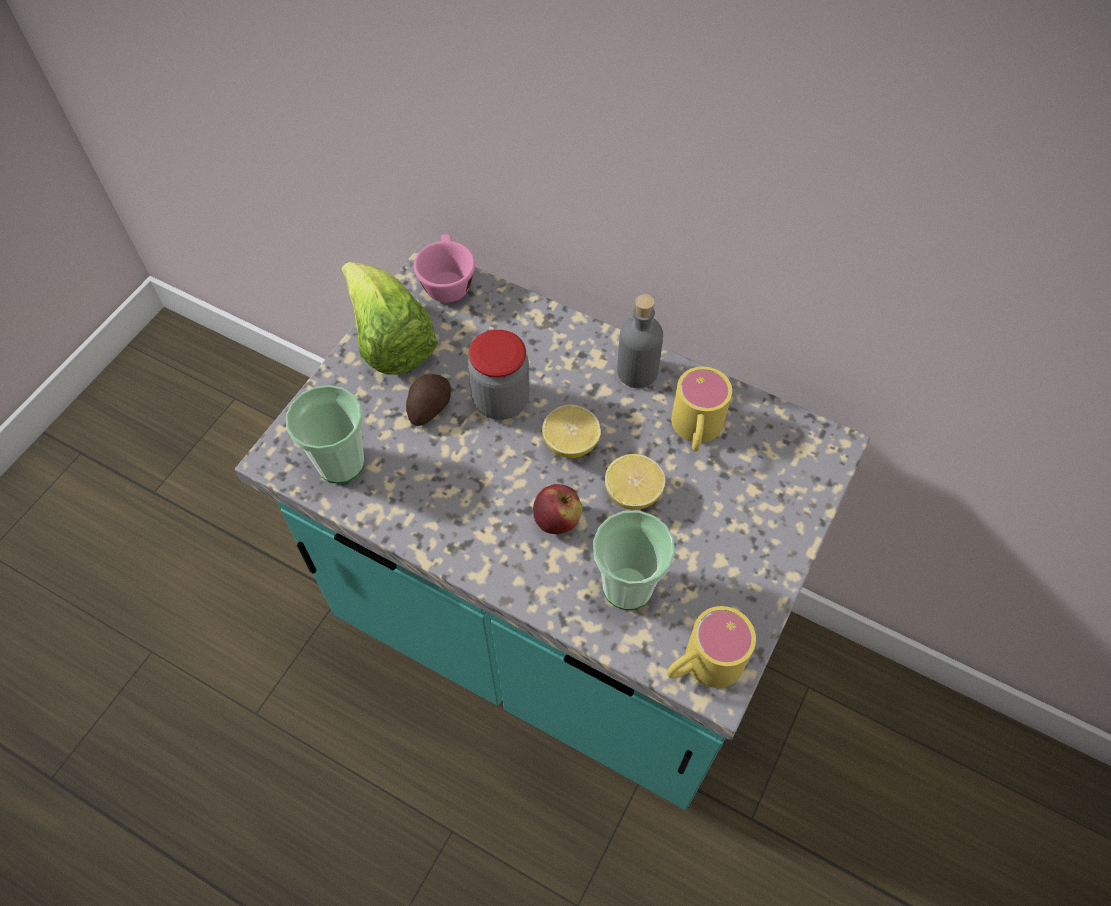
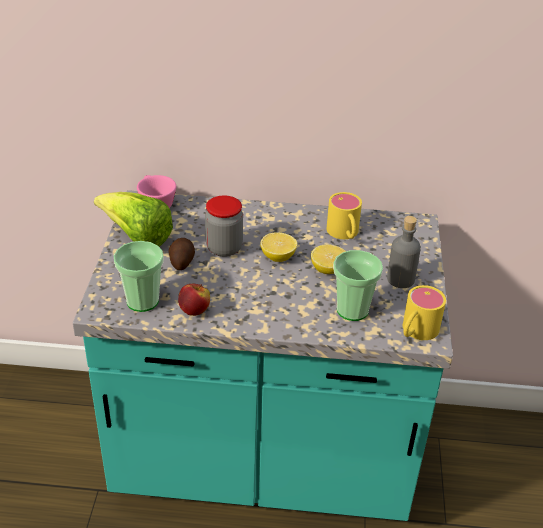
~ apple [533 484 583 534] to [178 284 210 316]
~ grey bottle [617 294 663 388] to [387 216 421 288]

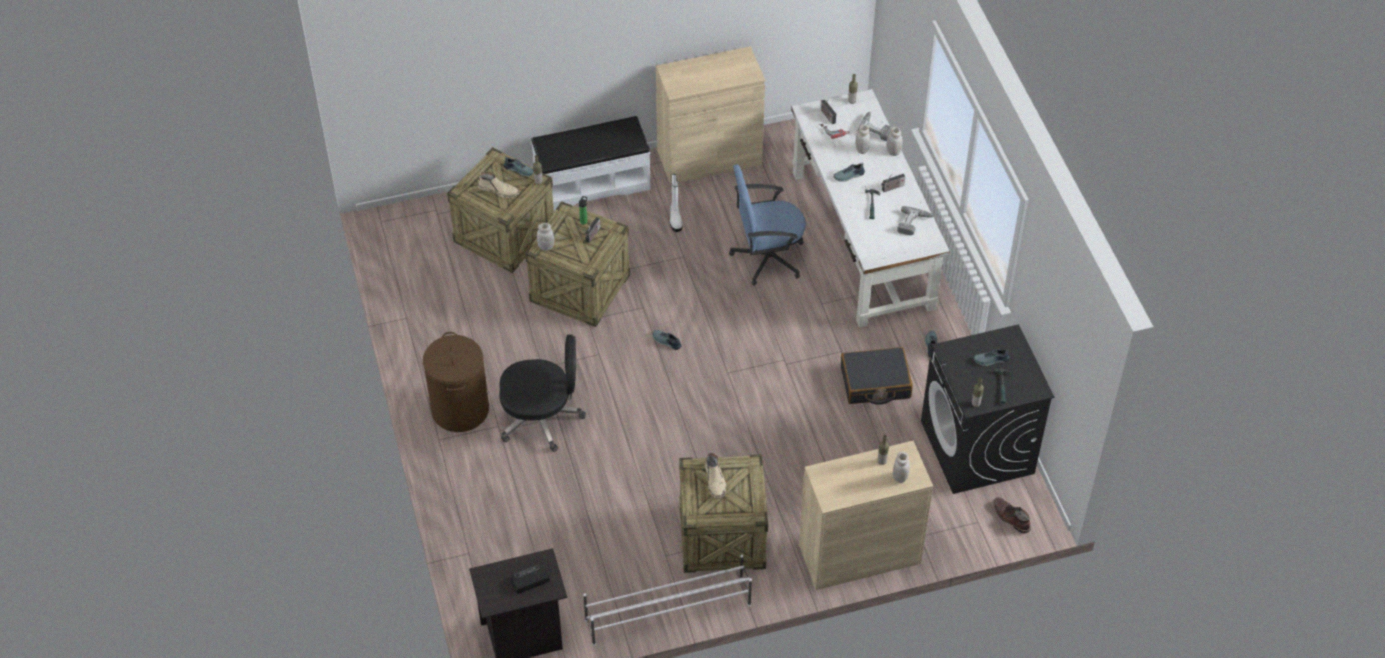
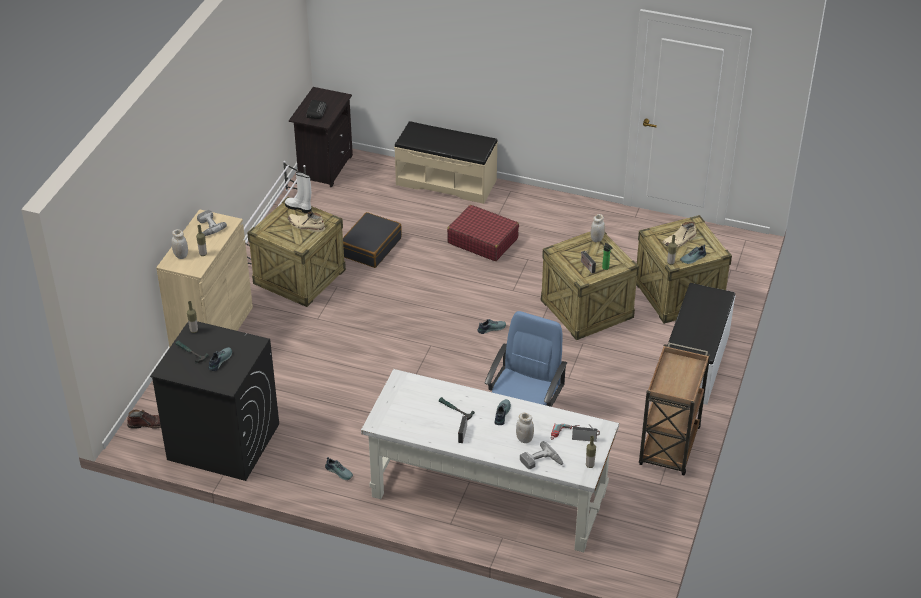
- brown laundry basket [423 332 489 432]
~ black office chair [499 334 586 452] to red suitcase [447 205 519 261]
~ beige cabinet [656 46 765 184] to brown cart [639 343 710 476]
~ white boot [670 174 683 232] to [285 172 312 213]
~ black suitcase [841 347 913 405] to [343 212 402 268]
- white jar [887 127 903 156]
~ power drill [897 206 933 235] to [197 210 227 236]
+ beige bench [394 121 498 204]

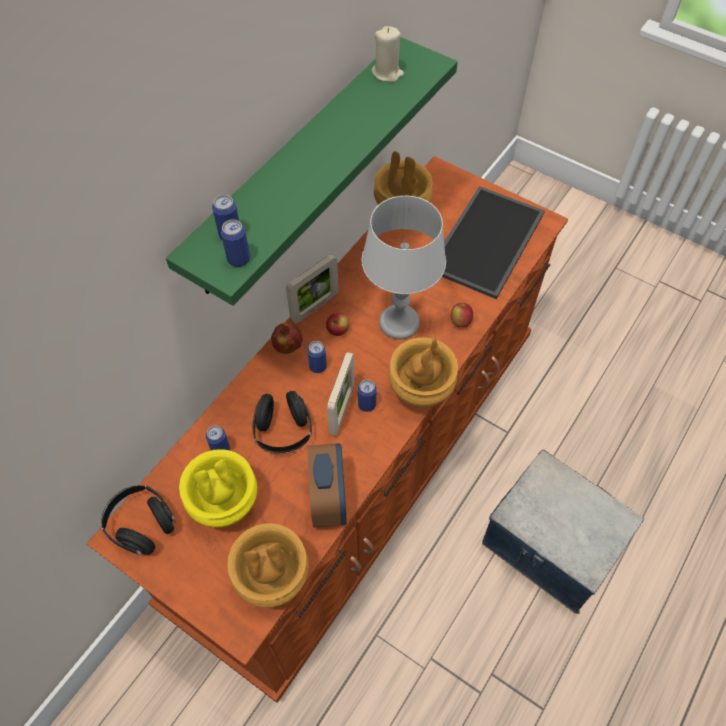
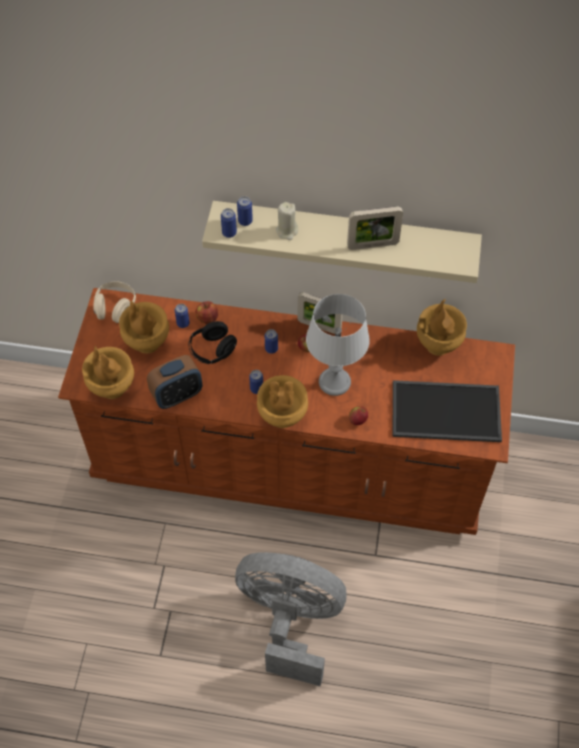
~ black headphones [101 485 176 555] to beige headphones [93 281 136 323]
~ green shelf [166 37 458 306] to beige shelf [202 201 482 283]
~ yellow vase [179 449 257 527] to brown vase [119 301 169 354]
~ apple [271 323 303 354] to [195 301 218 324]
~ picture frame [327 352 354 436] to [347 206 403 250]
~ beige candle [371 26 404 82] to [276 202 298 240]
~ storage box [482 450 644 614] to grey fan [235 552 347 686]

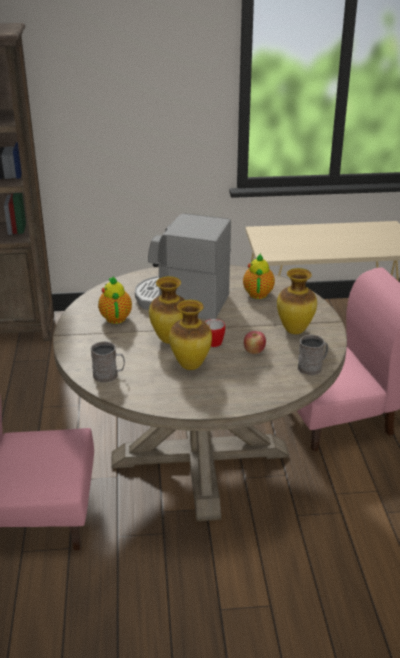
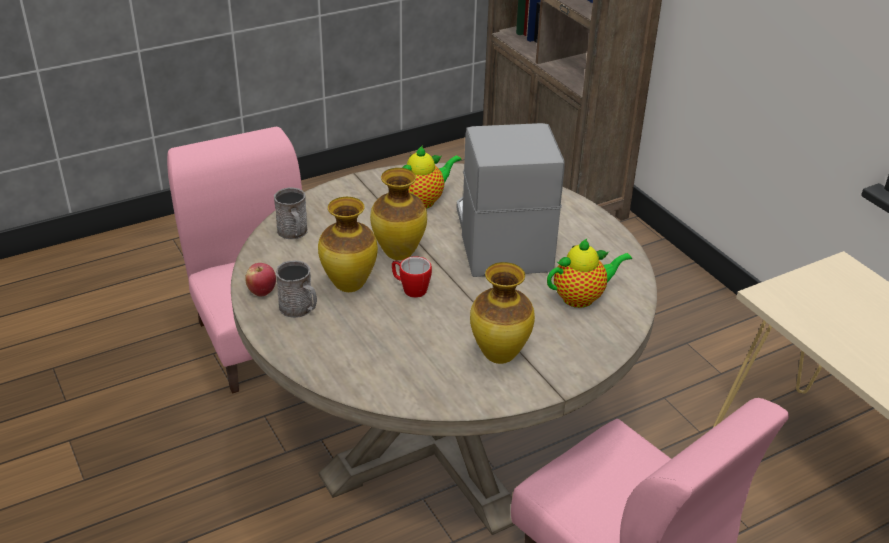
~ apple [244 331 266 354] to [245 263 276 296]
~ grey mug [298 335 328 375] to [276 260 317 318]

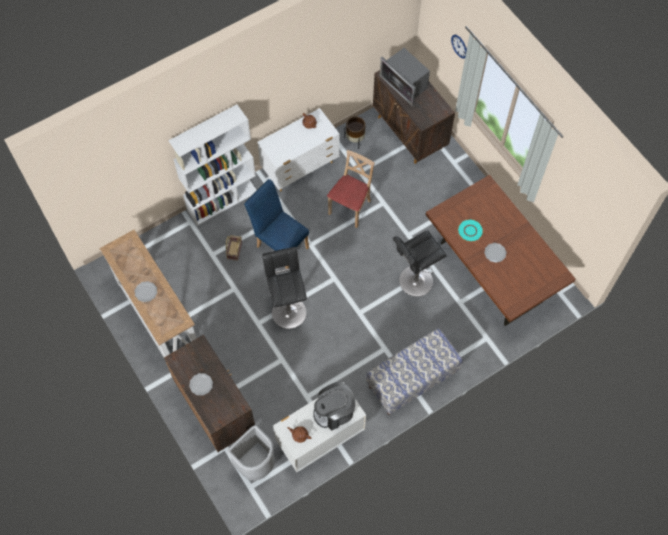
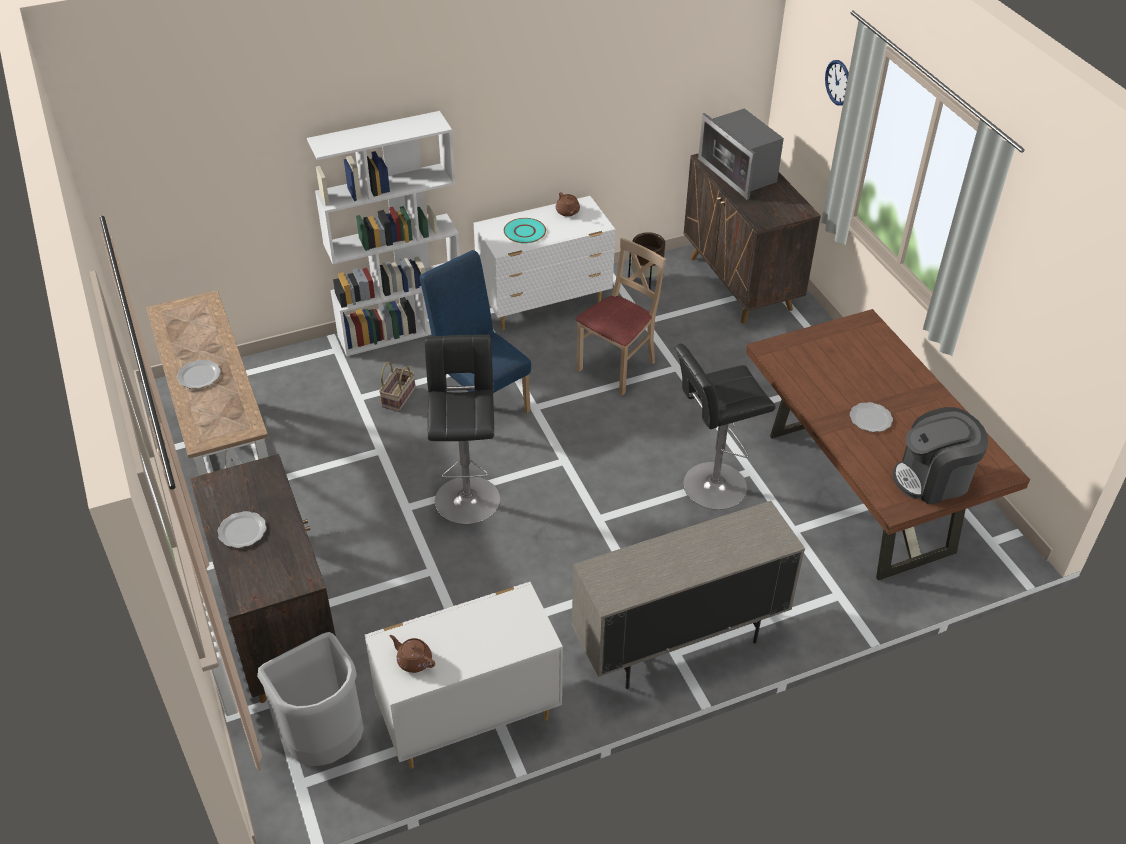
~ coffee machine [313 382 355 430] to [893 407 988 505]
~ bench [366 328 463 415] to beige cabinet [572 501 805 689]
~ turquoise plate [458 219 483 242] to [504 218 546 244]

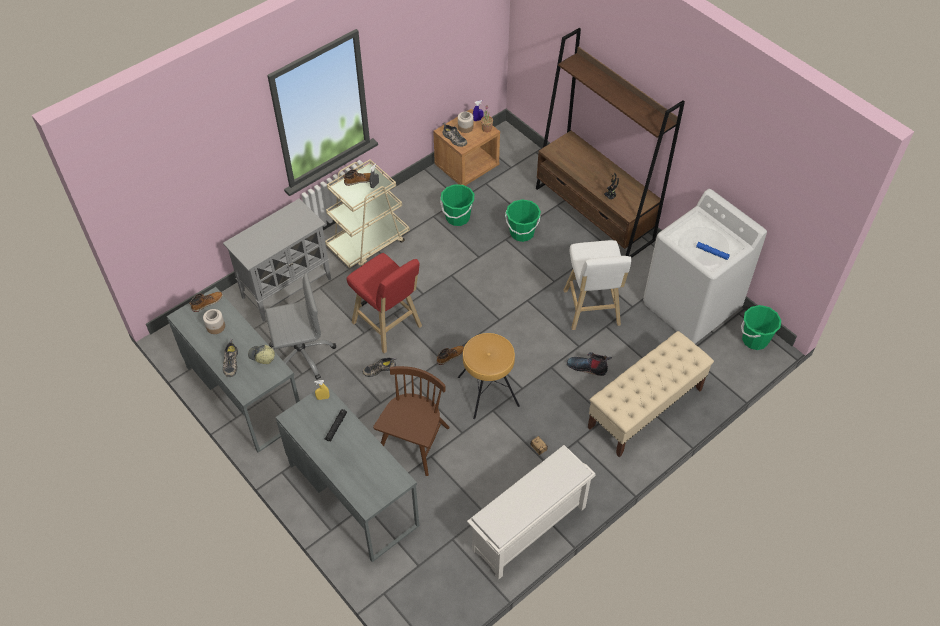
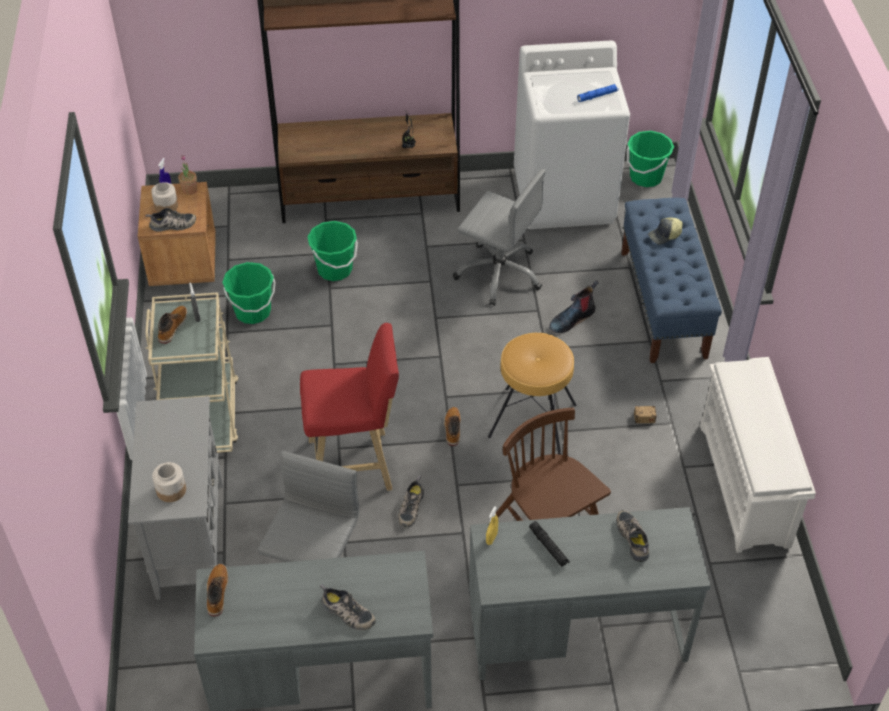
~ jar [203 309 225 334] to [152 462 186 502]
~ cap [248 345 275 364] to [648 217 683 245]
~ white stool [564 240 631 330] to grey office chair [453 169 546 306]
~ beige bench [588 331 714 457] to blue bench [621 198 722 363]
+ shoe [616 510 649 562]

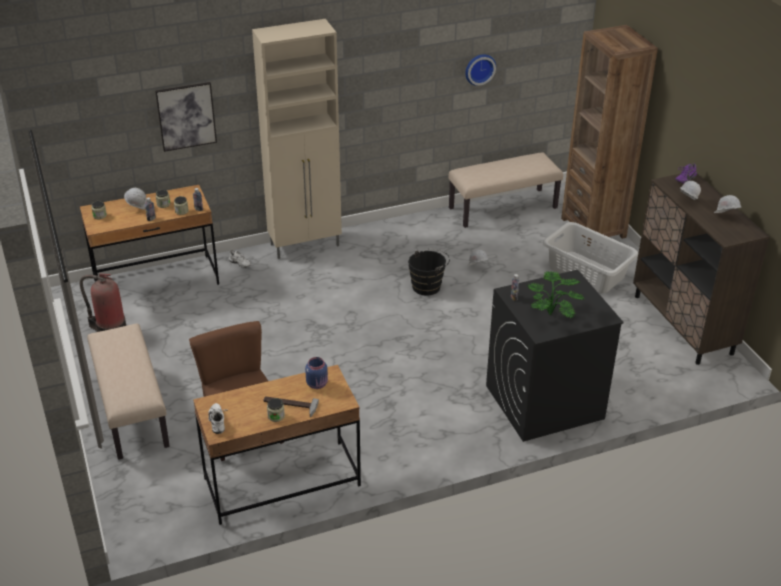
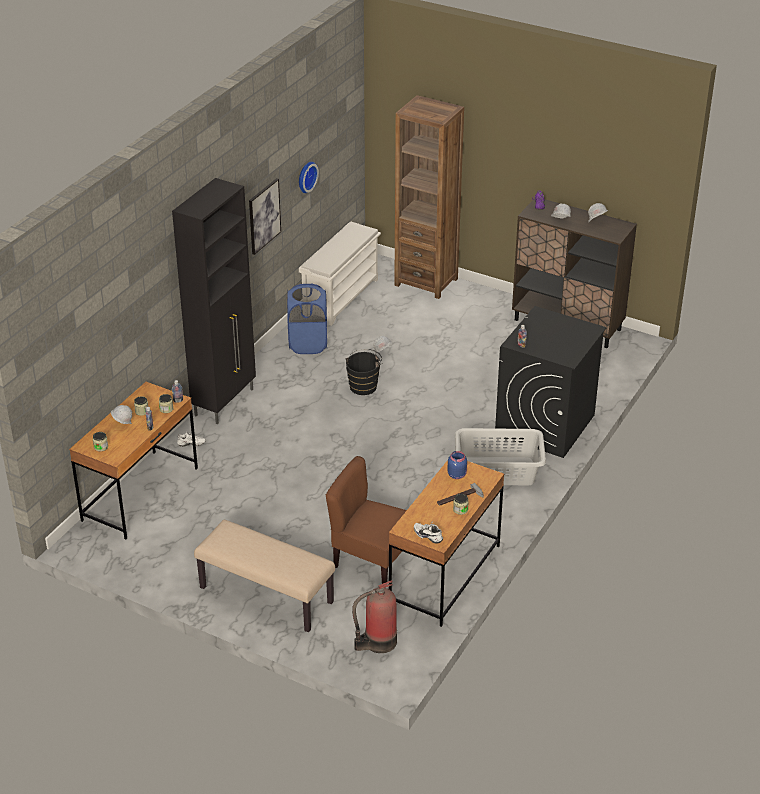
~ fire extinguisher [80 273 126 332] to [352 580 397 653]
~ picture [155 82 217 152] to [249 178 281 255]
~ beige cabinet [252 19 342 259] to black cabinet [172 178 256 424]
~ beige bench [448 152 563 228] to white shoe rack [299 221 381 326]
- potted plant [527 271 584 318]
~ grey laundry basket [543 222 638 293] to [455 428 546 485]
+ blue laundry basket [287 283 327 354]

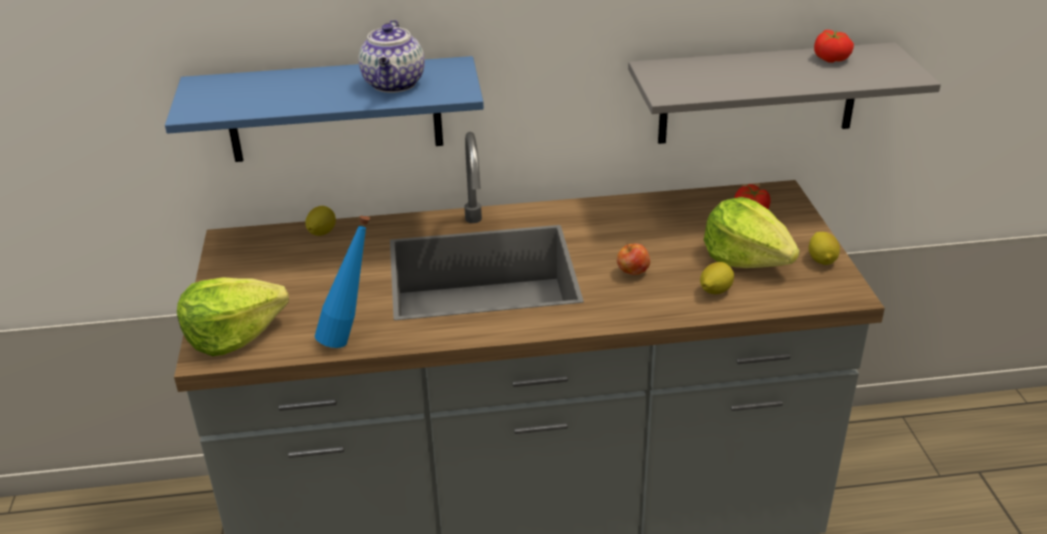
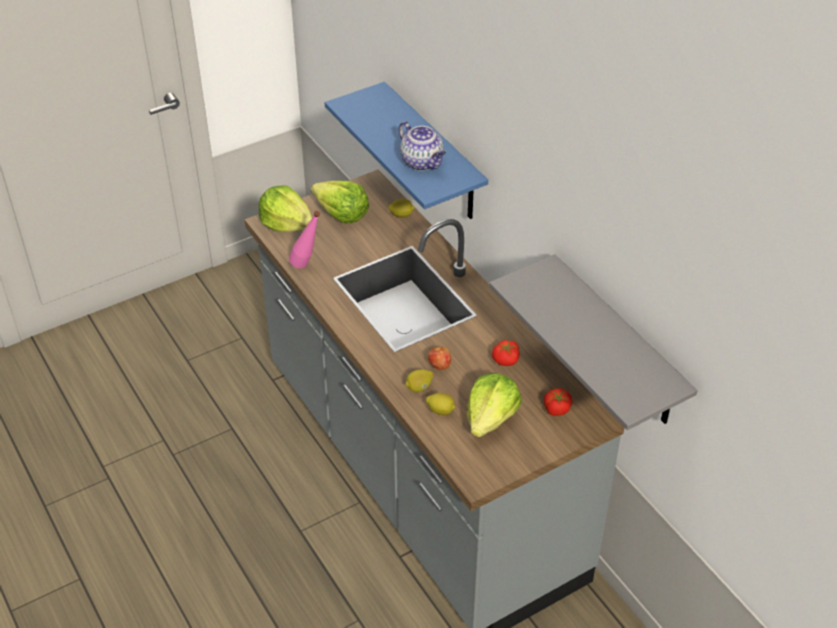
~ blue bottle [315 215 370 348] to pink bottle [289 211 320 268]
~ teapot [358 20 425 93] = [399 121 446 171] 105 degrees counterclockwise
~ lemon [809 232 840 265] to [405 369 433 392]
~ tomato [814 30 854 63] to [492 340 520 366]
+ lettuce [311 181 369 224]

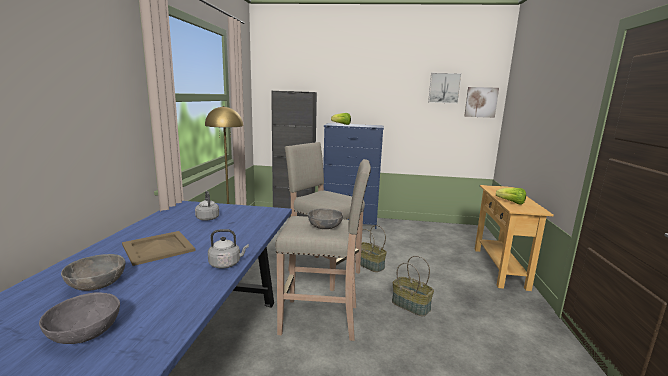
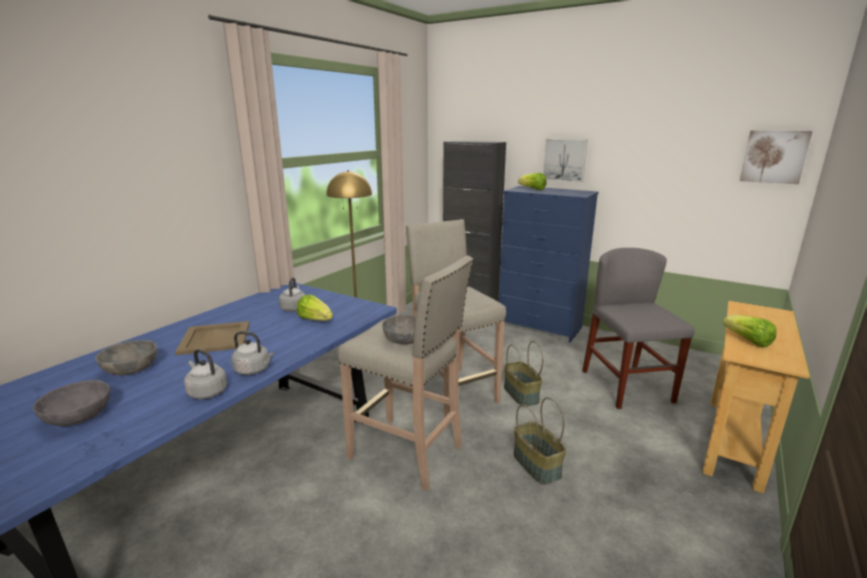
~ picture [428 73 462 104] to [543 139 588 183]
+ grey kettle [184 349 227 399]
+ lettuce [297 295 333 321]
+ grey chair [582 248 695 409]

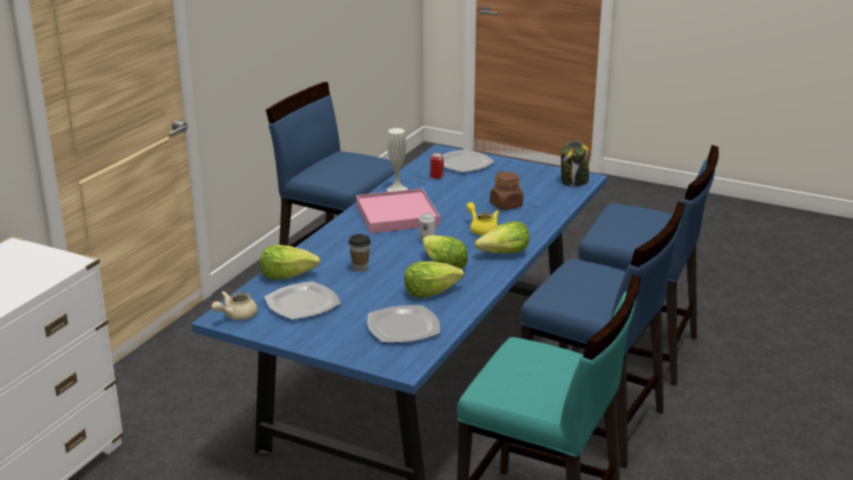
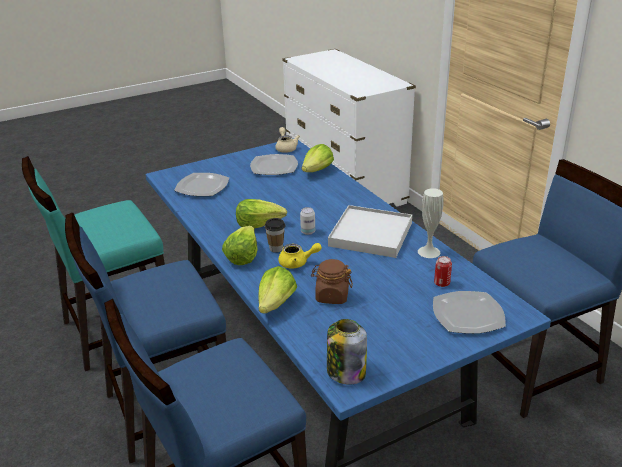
~ cup [348 234 371 272] to [264 218 285 253]
~ pink tray [356 189 440 233] to white tray [328 205 412 258]
~ lettuce [404 261 464 298] to [258 266 297 314]

